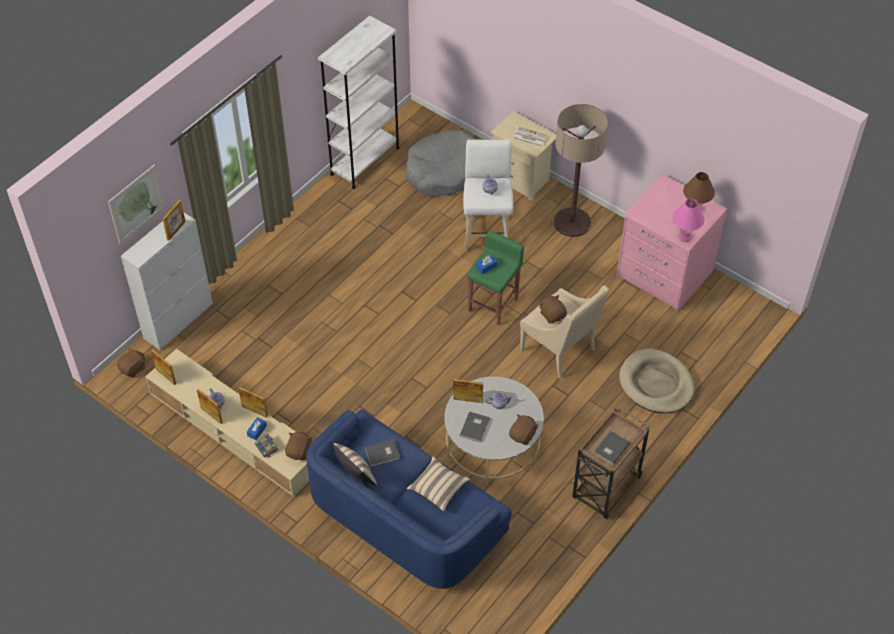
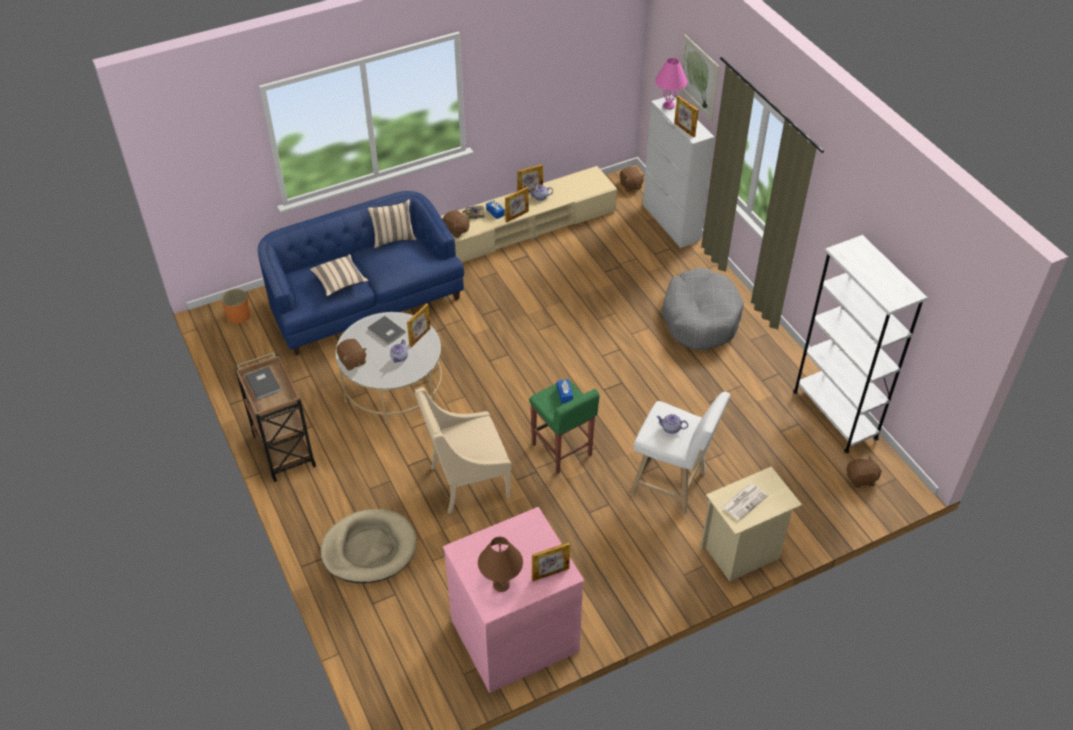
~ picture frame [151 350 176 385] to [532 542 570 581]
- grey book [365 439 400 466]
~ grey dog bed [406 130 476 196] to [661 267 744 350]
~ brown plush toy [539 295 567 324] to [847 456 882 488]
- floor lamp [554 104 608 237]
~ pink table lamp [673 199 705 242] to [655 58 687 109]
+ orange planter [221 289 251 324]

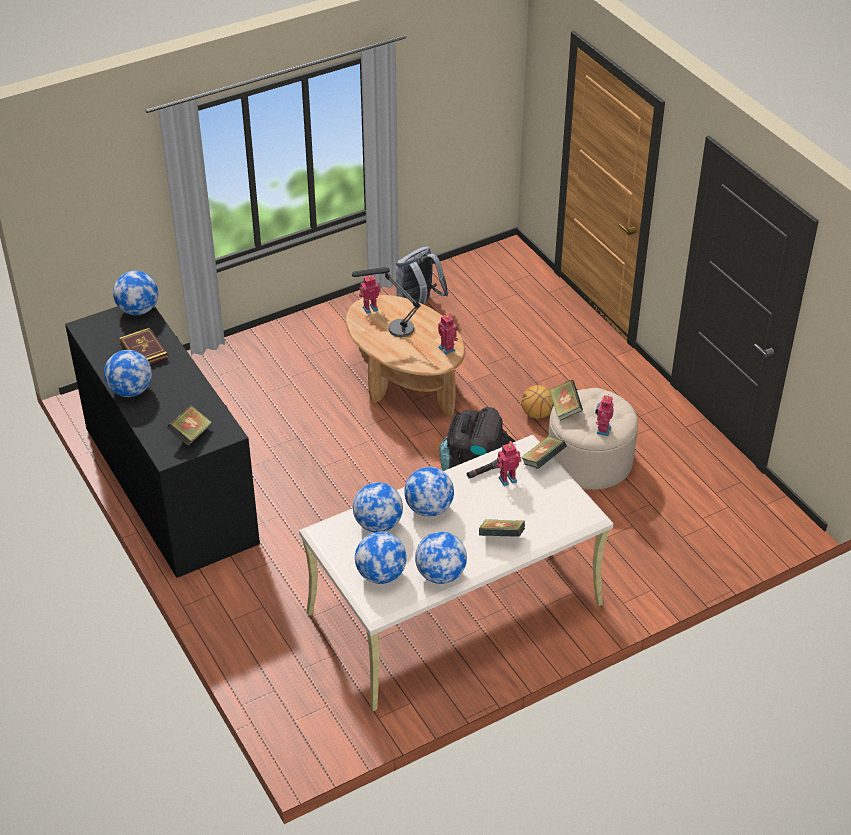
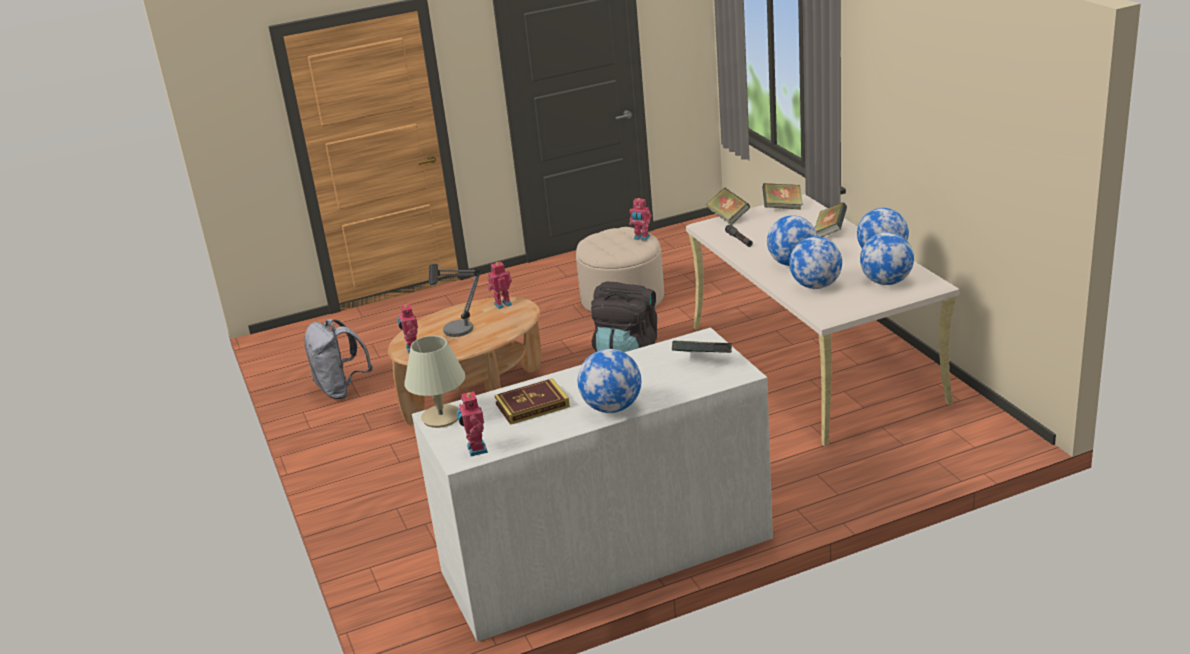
~ black dresser [65 306 260 578] to white dresser [412 327 773 642]
~ globe [113 271 158 315] to beige table lamp [404 336 465 428]
~ toy robot [495 443 521 486] to [457 390 488 456]
- basketball [521 385 554 419]
~ book [549 380 583 421] to [762 183 803 210]

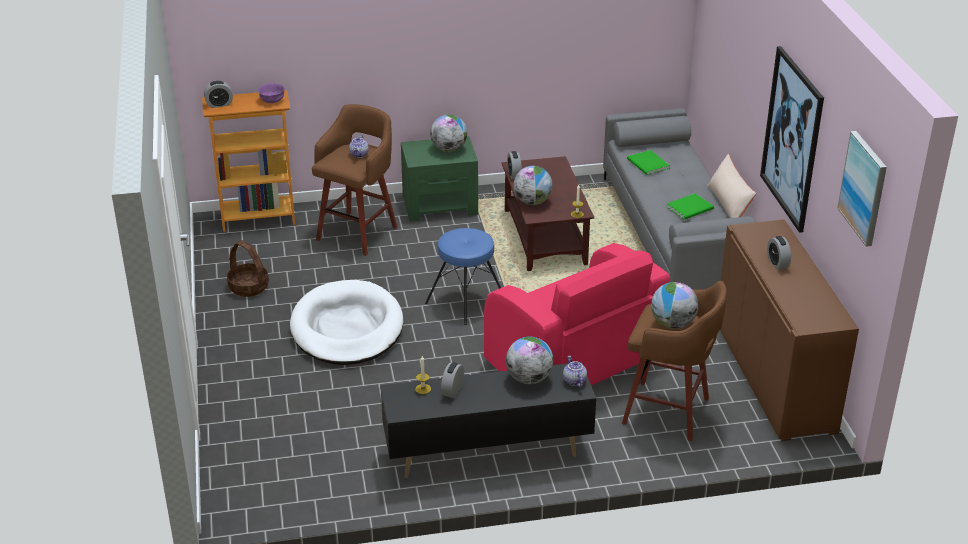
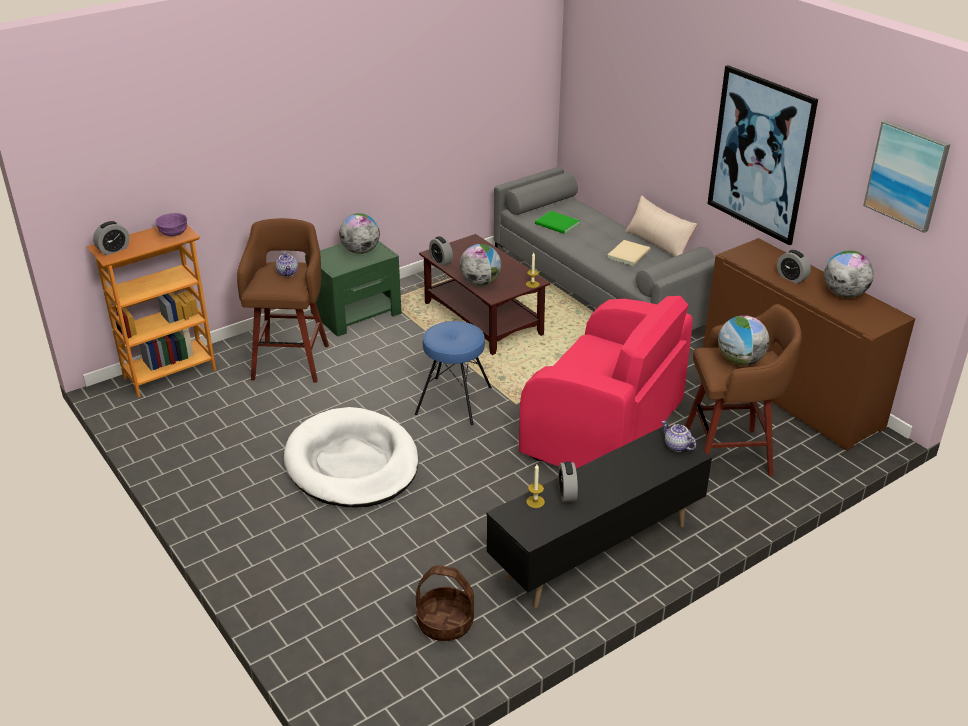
~ basket [227 240 269 297] to [416 565 474 641]
~ globe [506 337 553 384] to [824 251 874 298]
~ green book [666 193 714 220] to beige book [607 240 650 266]

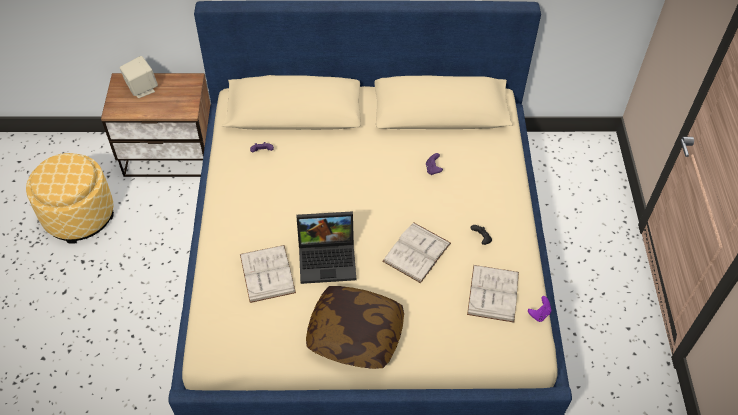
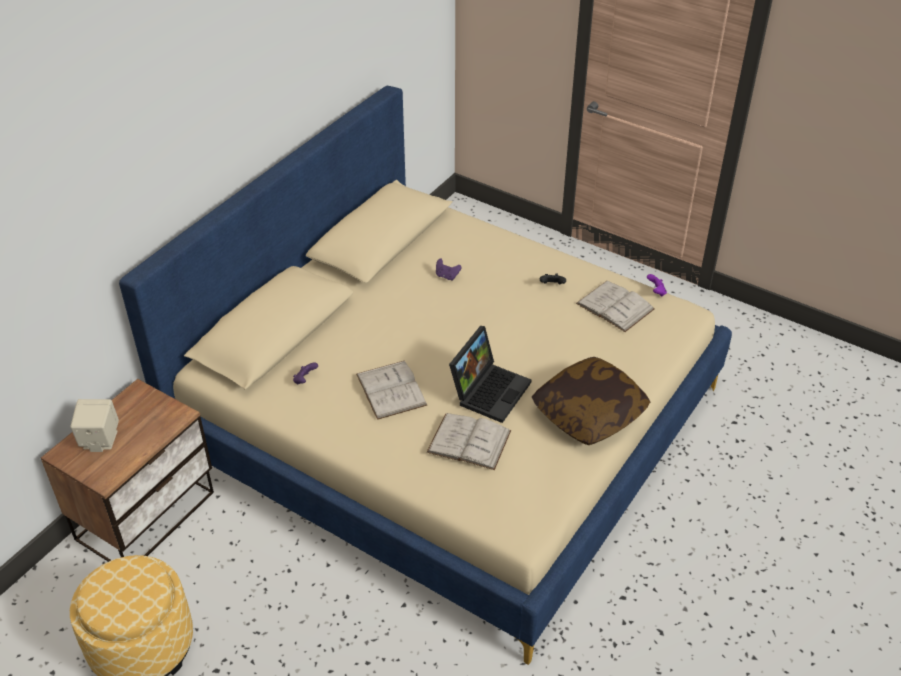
~ white book [382 222 451 283] to [356 361 428 420]

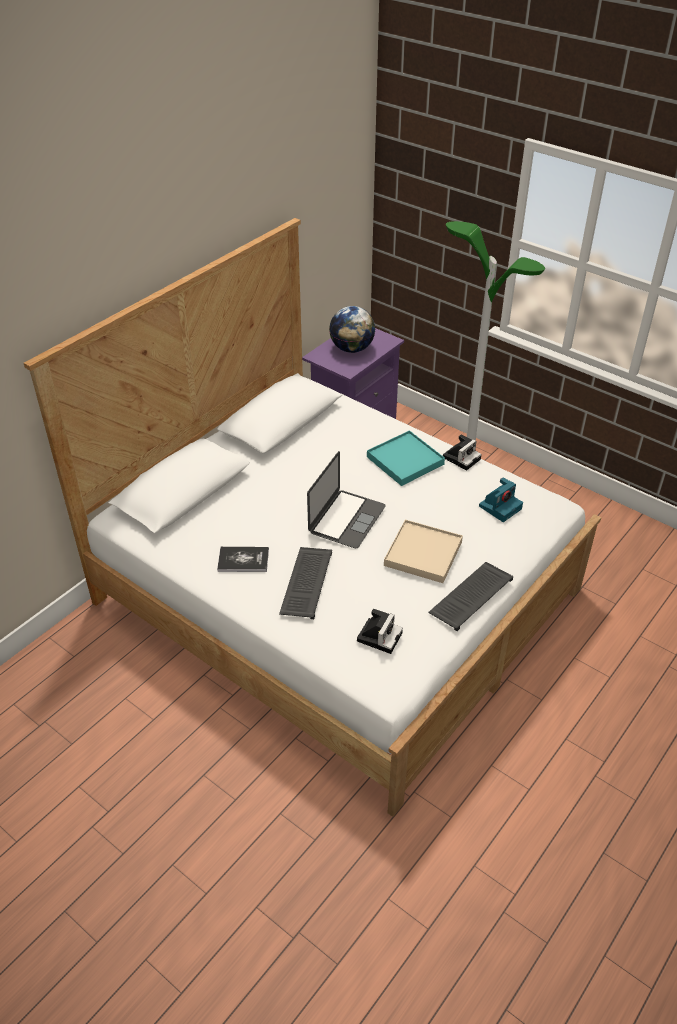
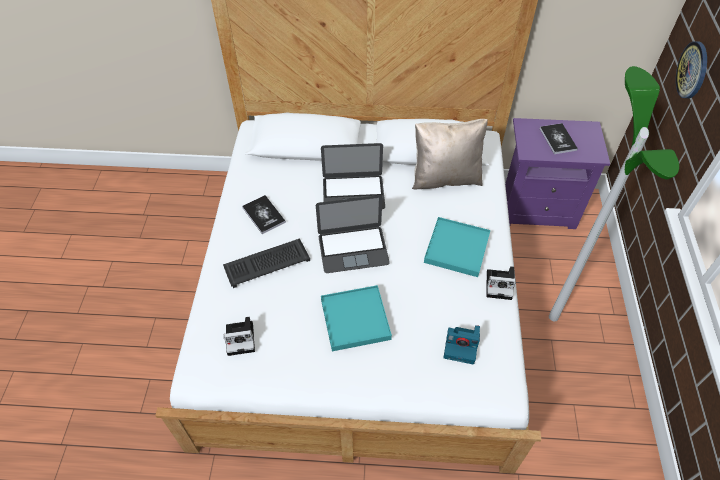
~ globe [329 306 375 353] to book [540 123 578 154]
~ beige tray [384 519 463 583] to turquoise tray [321 285 392 351]
- keyboard [428 562 514 631]
+ laptop [321 143 385 209]
+ beige pillow [412 119 488 189]
+ wall clock [676 41 707 98]

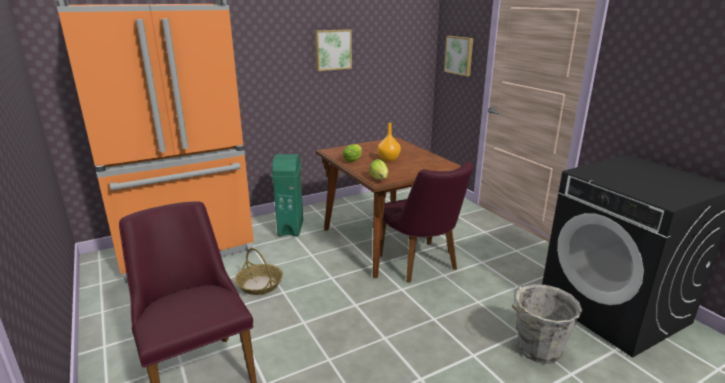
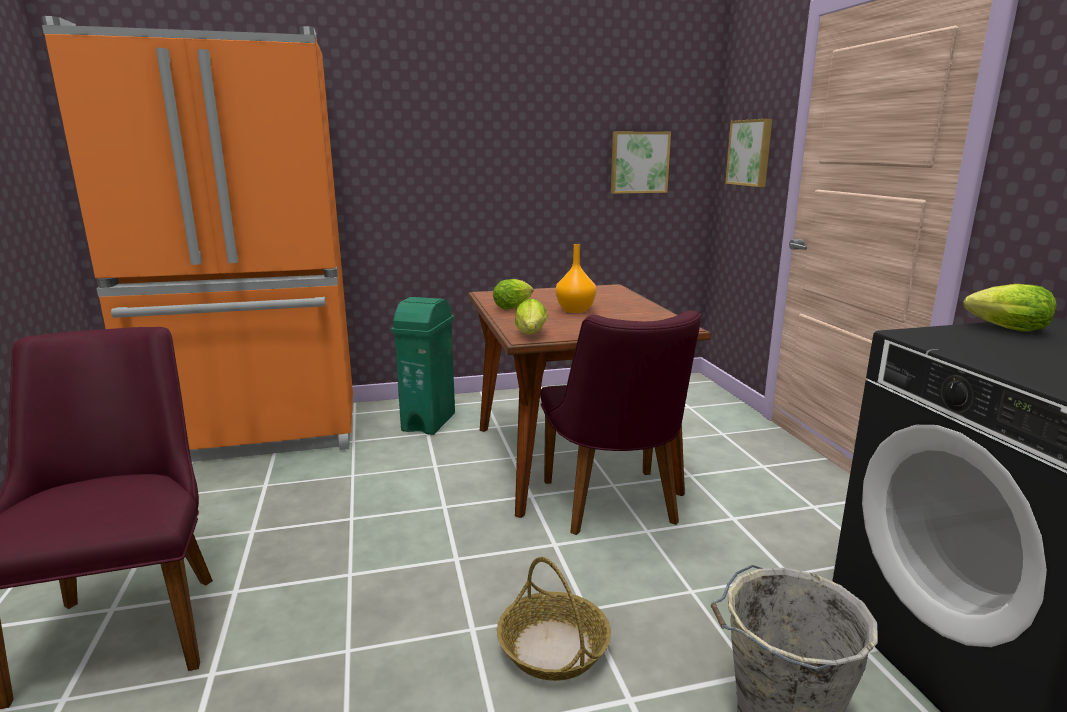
~ basket [235 248 283 295] to [497 557 611 681]
~ picture [315 29 352 71] to [611 132 671 194]
+ lettuce [964 284 1056 331]

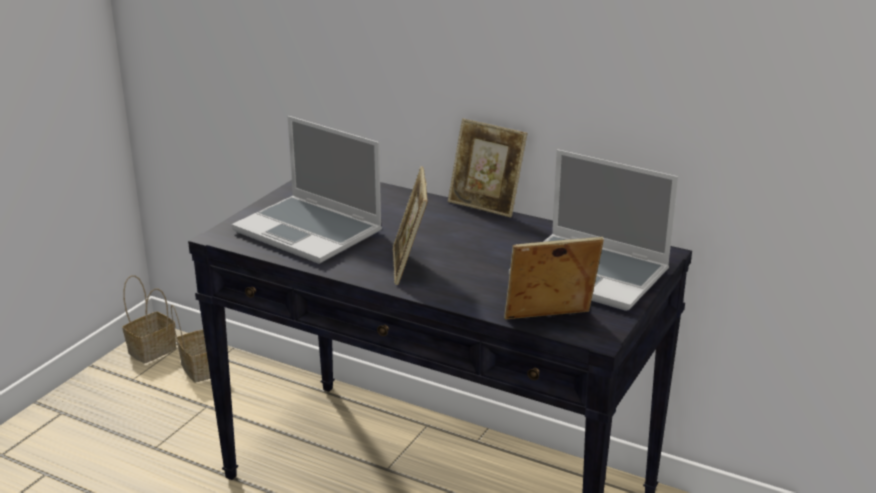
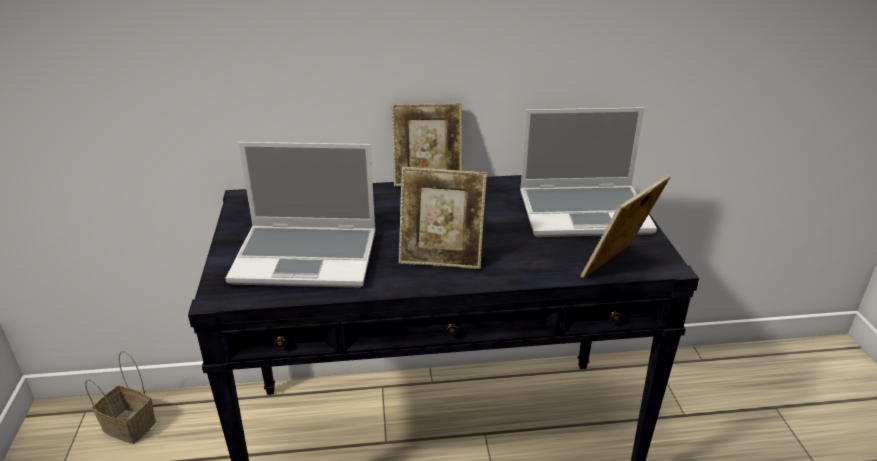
- basket [122 275 176 364]
~ picture frame [393 166 428 285] = [399 167 487 269] 45 degrees counterclockwise

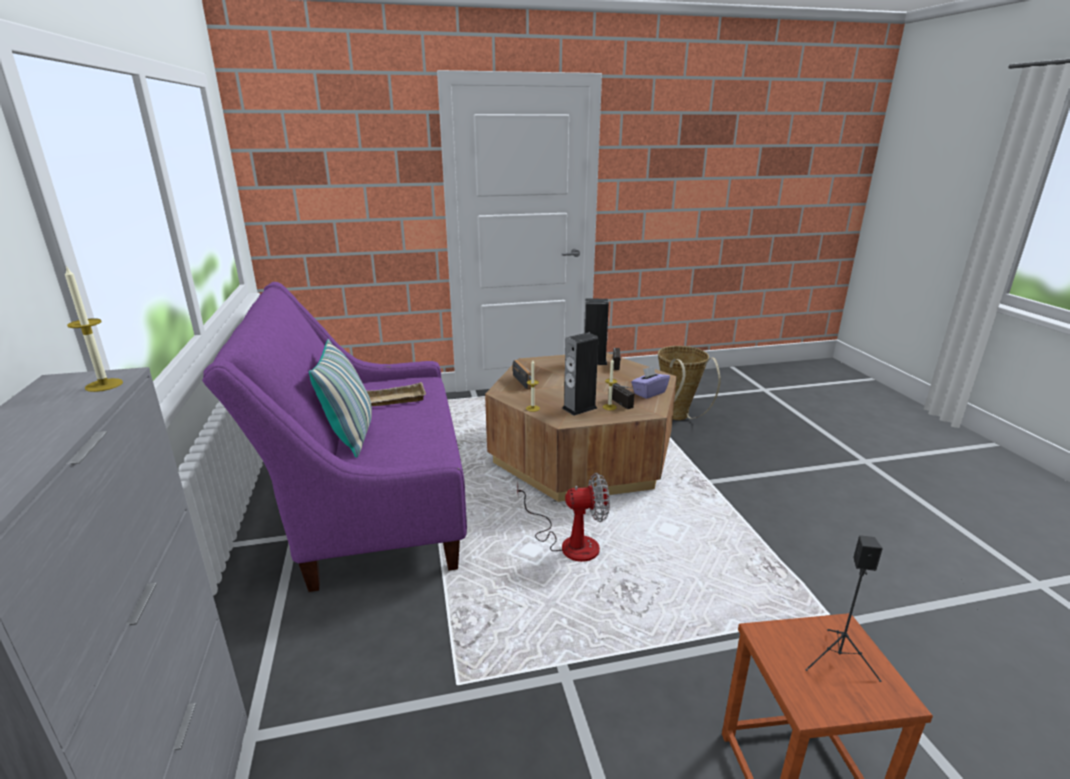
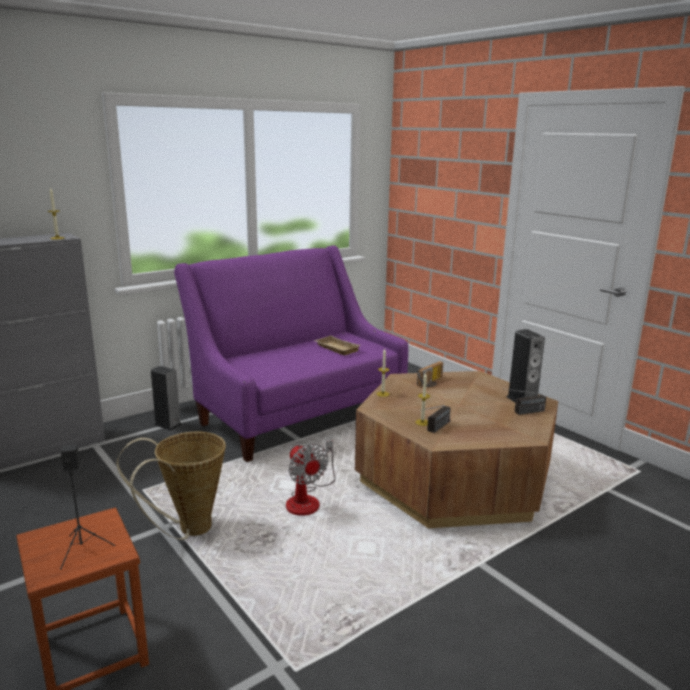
- pillow [309 339 372 458]
~ speaker [562 332 598 416] to [151 366 182 431]
- purple tissue box [631 366 670 399]
~ basket [658 346 721 420] to [116 432 226 540]

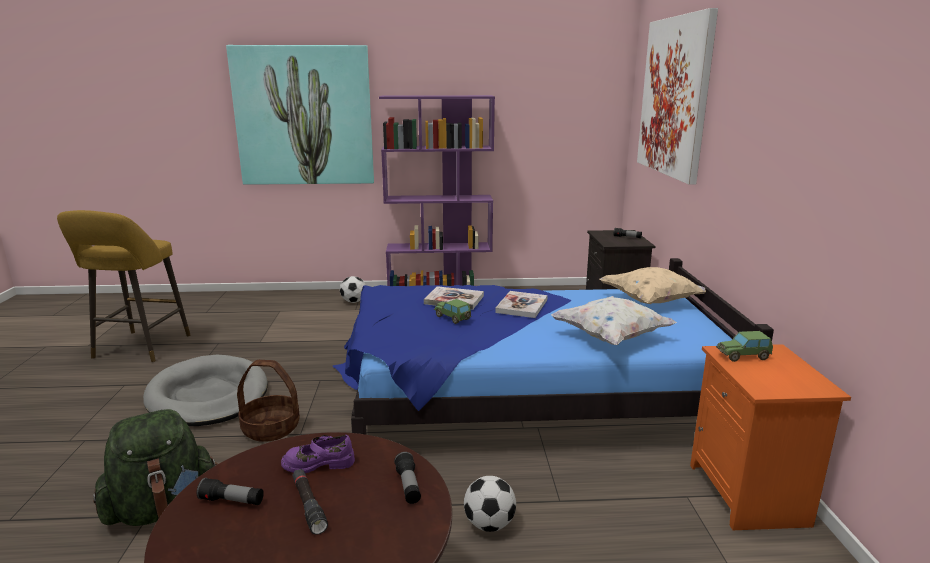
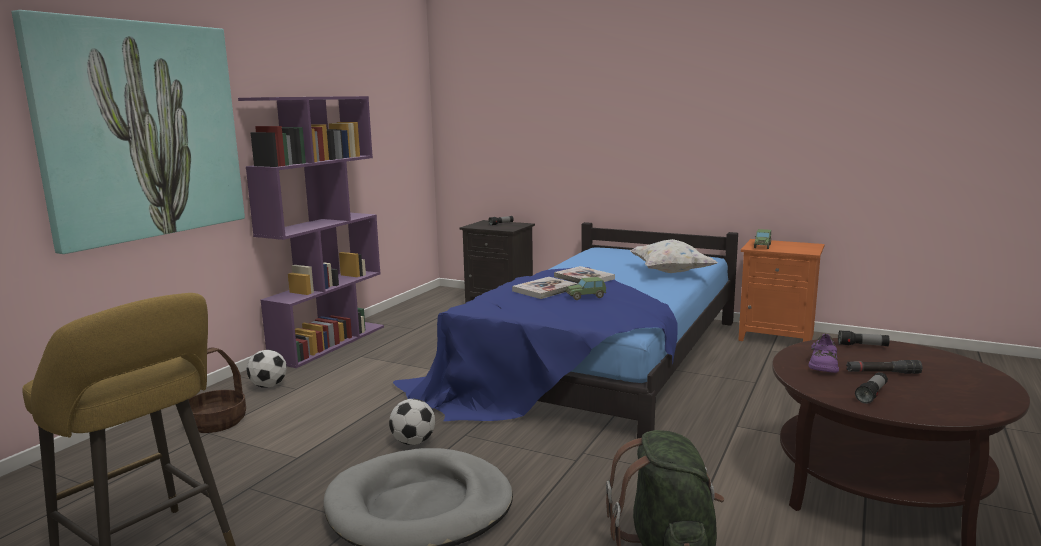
~ basket [237 360 300 442] to [188 347 246 433]
~ football [464 476 516 532] to [389 399 435 445]
- beige pillow [600 267 706 304]
- picture [637 8 718 185]

